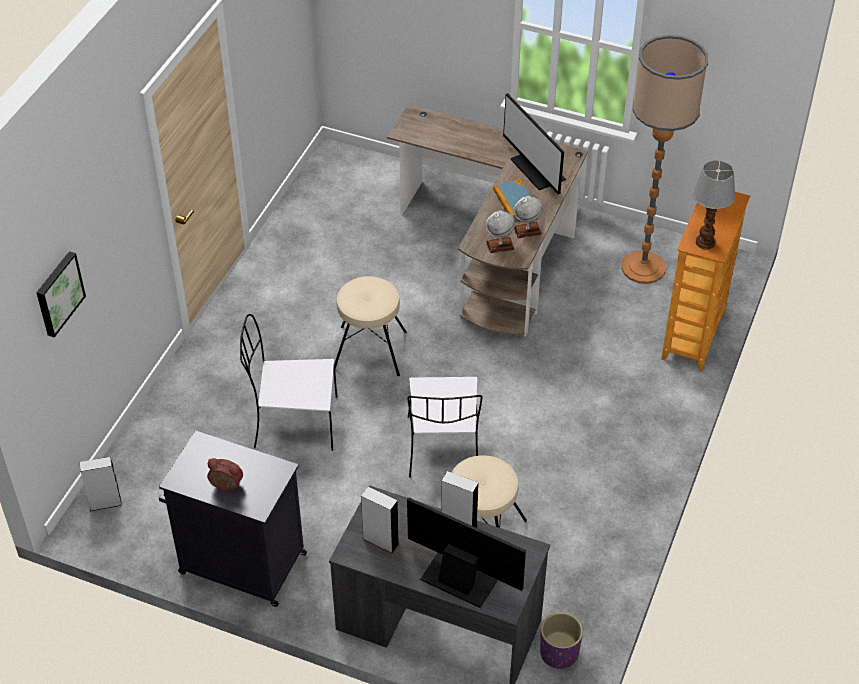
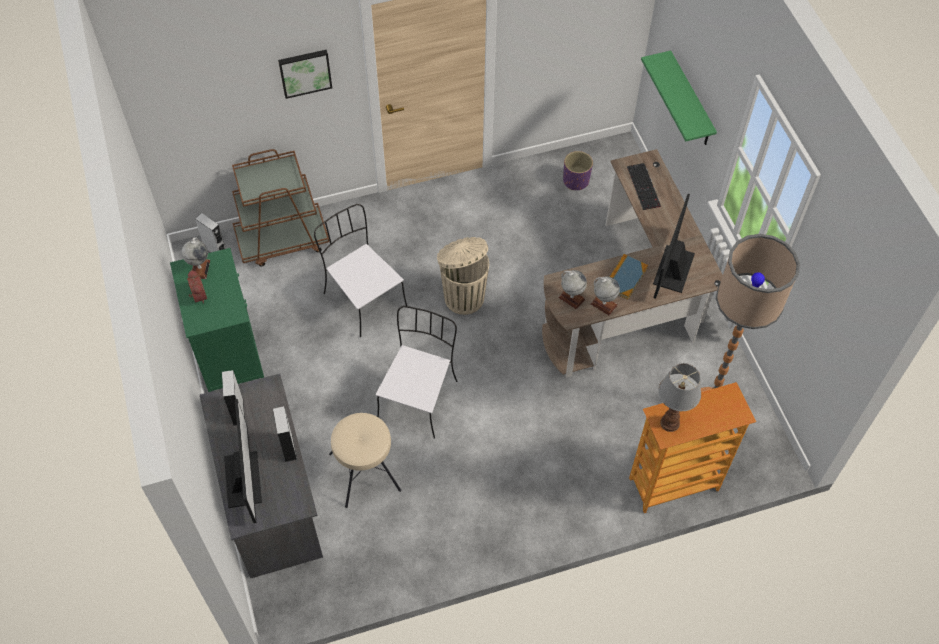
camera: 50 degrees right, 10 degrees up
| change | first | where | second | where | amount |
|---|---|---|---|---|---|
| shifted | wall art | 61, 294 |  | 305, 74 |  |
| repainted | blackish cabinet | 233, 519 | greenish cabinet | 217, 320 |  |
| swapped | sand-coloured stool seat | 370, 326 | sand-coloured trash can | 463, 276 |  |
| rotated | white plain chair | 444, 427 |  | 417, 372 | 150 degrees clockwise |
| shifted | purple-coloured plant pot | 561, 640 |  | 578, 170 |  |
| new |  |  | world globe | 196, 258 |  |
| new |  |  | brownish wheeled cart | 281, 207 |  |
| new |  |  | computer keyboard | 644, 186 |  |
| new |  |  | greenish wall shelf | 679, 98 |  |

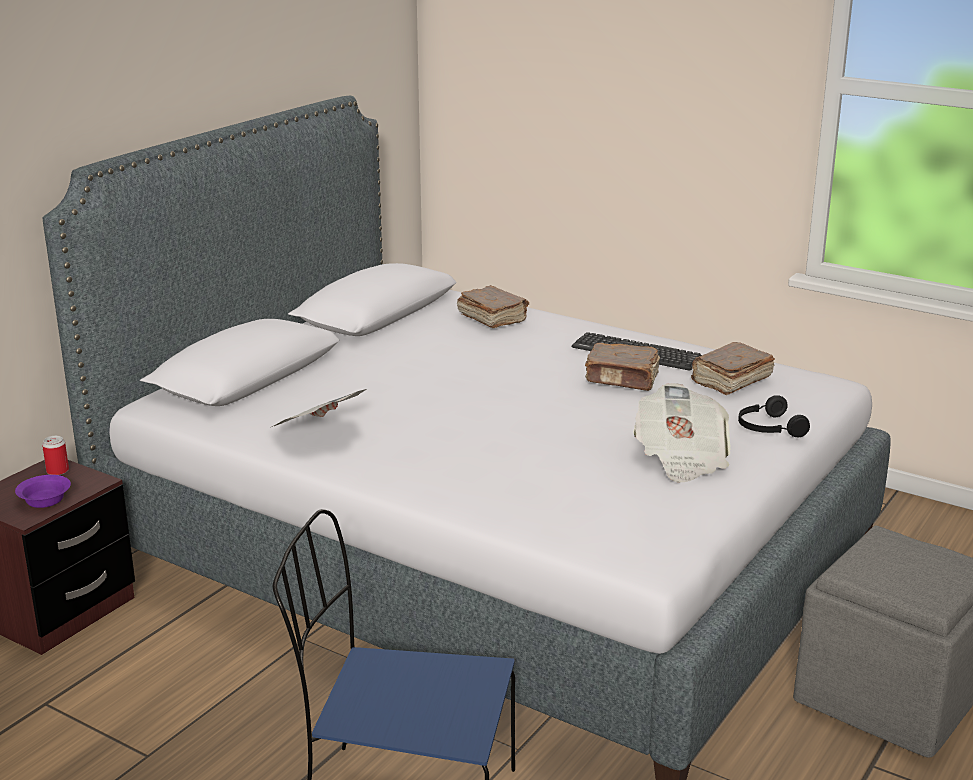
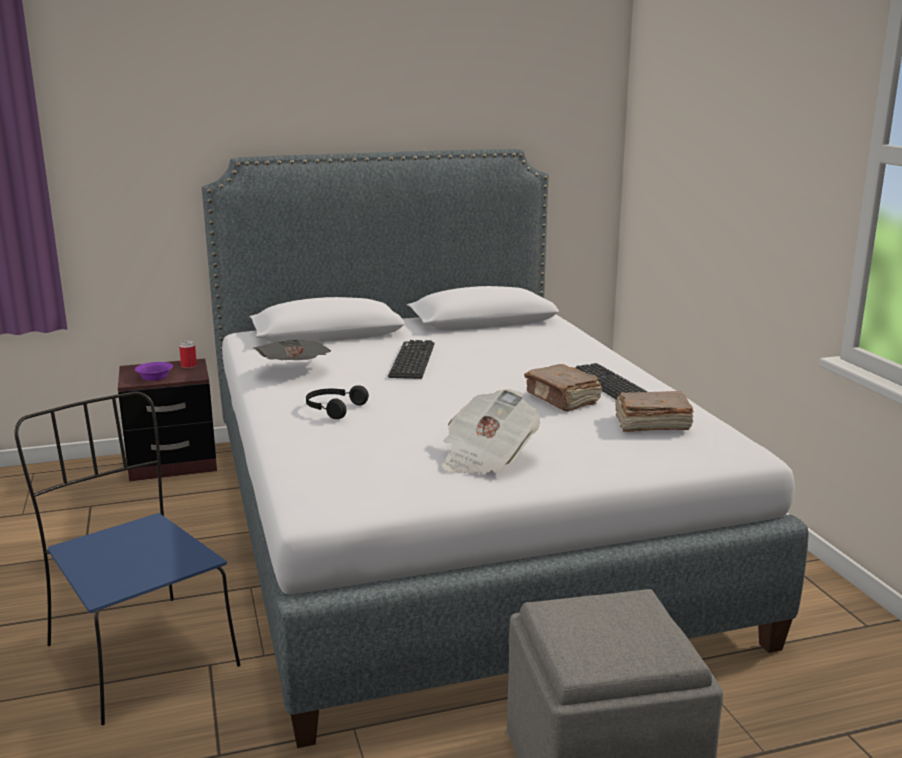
camera: 40 degrees right, 5 degrees down
| change | first | where | second | where | amount |
|---|---|---|---|---|---|
| gone | brownish volume | 493, 306 |  |  |  |
| shifted | blackish headphones | 774, 416 |  | 337, 402 |  |
| new |  |  | computer keyboard | 411, 359 |  |

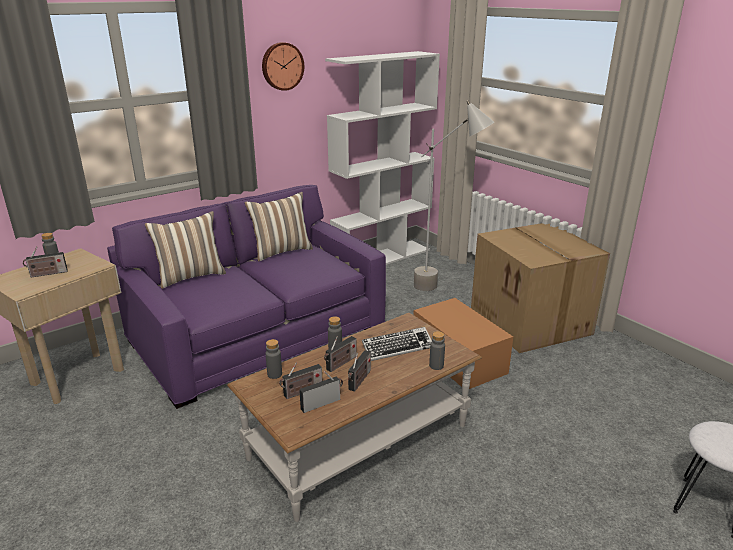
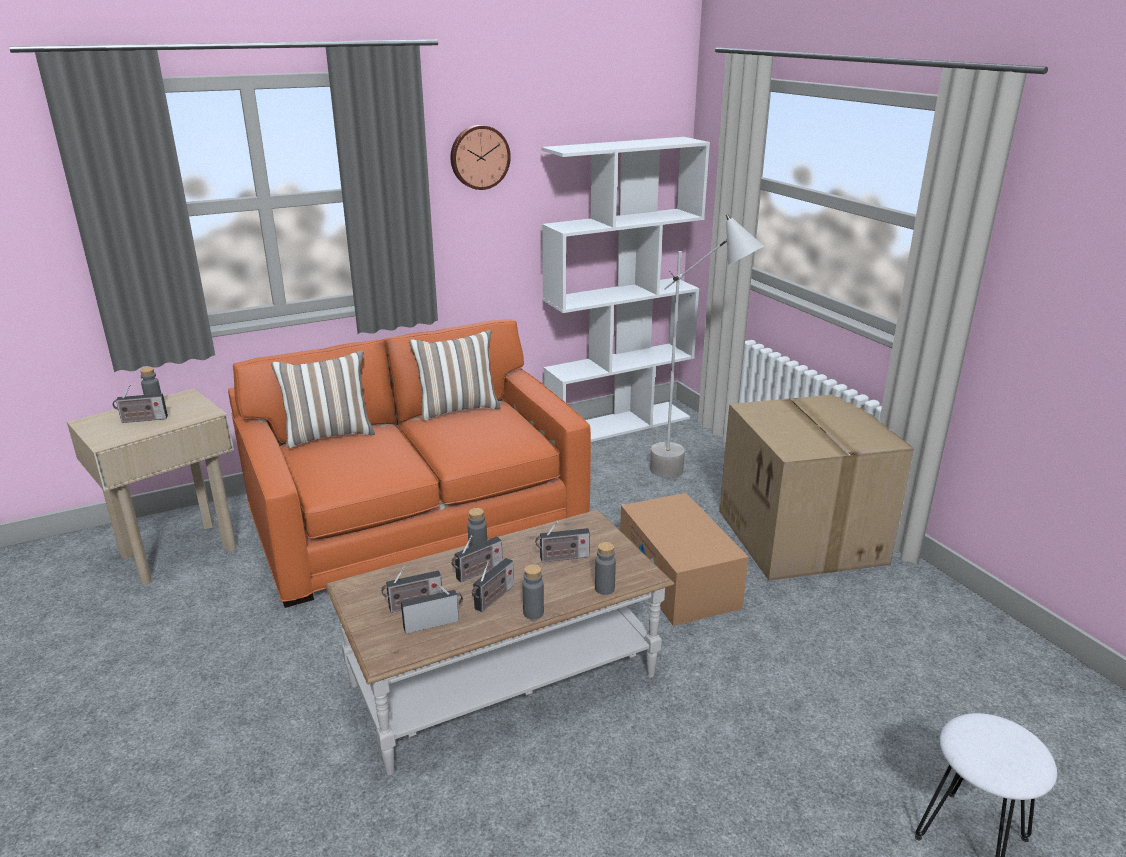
camera: 10 degrees right, 0 degrees up
| change | first | where | second | where | amount |
|---|---|---|---|---|---|
| repainted | purple-coloured settee | 246, 297 | orange-coloured settee | 409, 463 |  |
| shifted | greyish drink bottle | 274, 359 |  | 533, 591 |  |
| swapped | computer keyboard | 397, 344 | radio | 562, 541 |  |

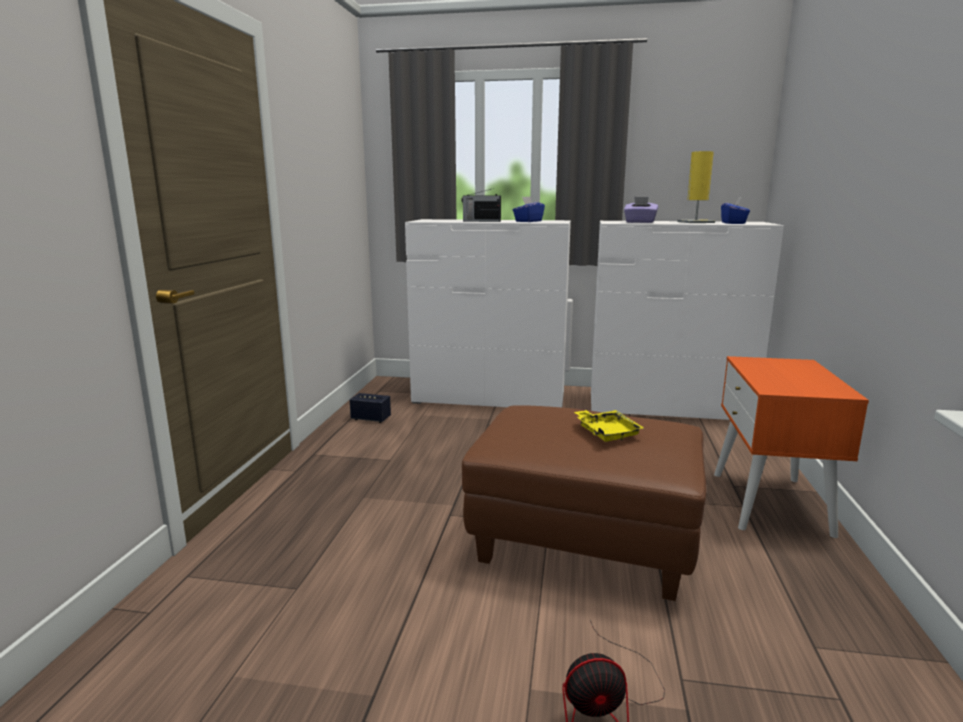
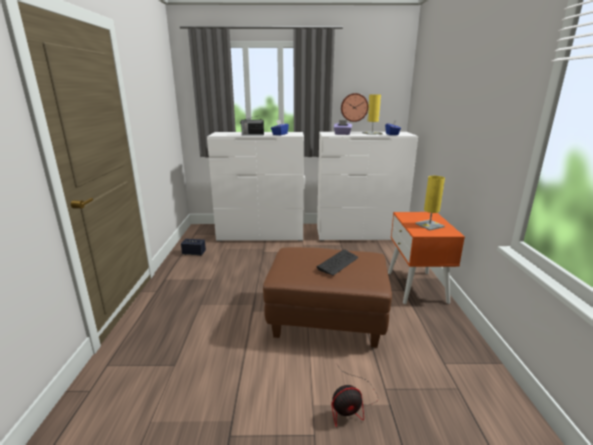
camera: 10 degrees left, 5 degrees up
| change | first | where | second | where | amount |
|---|---|---|---|---|---|
| swapped | yellow-coloured carrying tray | 609, 426 | computer keyboard | 337, 262 |  |
| new |  |  | wall clock | 354, 107 |  |
| new |  |  | yellow-coloured table lamp | 430, 203 |  |

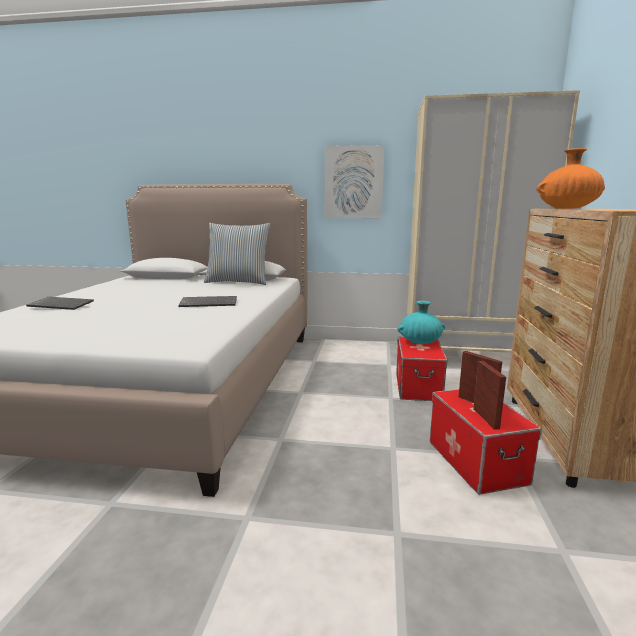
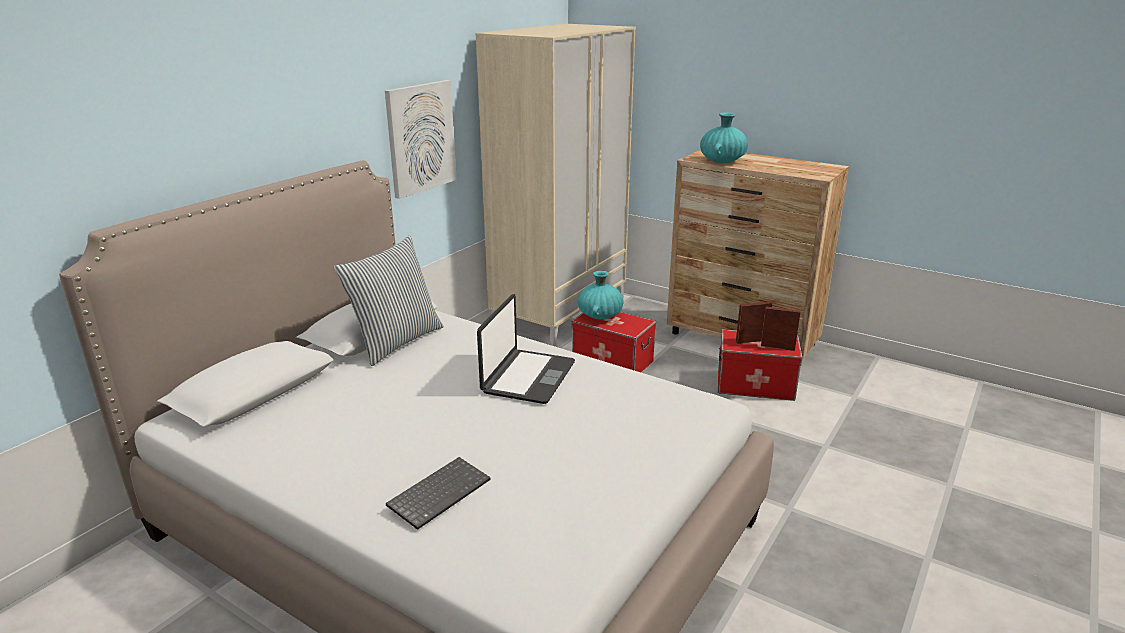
camera: 65 degrees left, 10 degrees up
| change | first | where | second | where | amount |
|---|---|---|---|---|---|
| swapped | computer keyboard | 207, 301 | portable computer | 526, 349 |  |
| repainted | orange-coloured flower vase | 570, 178 | blue-green flower vase | 724, 138 |  |

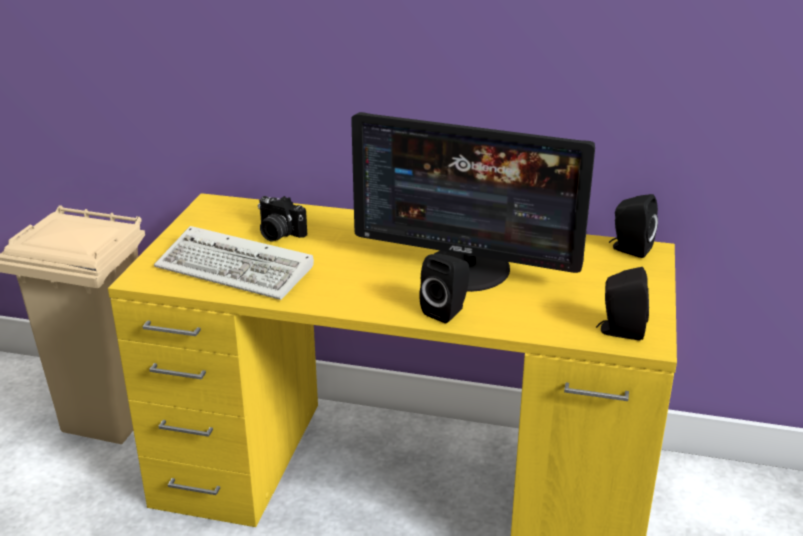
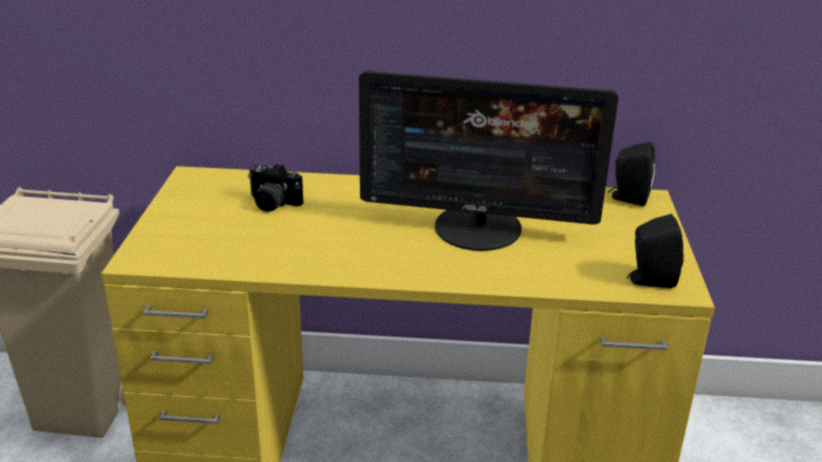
camera: 10 degrees left, 0 degrees up
| change | first | where | second | where | amount |
|---|---|---|---|---|---|
| gone | computer keyboard | 234, 263 |  |  |  |
| gone | blackish speaker | 444, 288 |  |  |  |

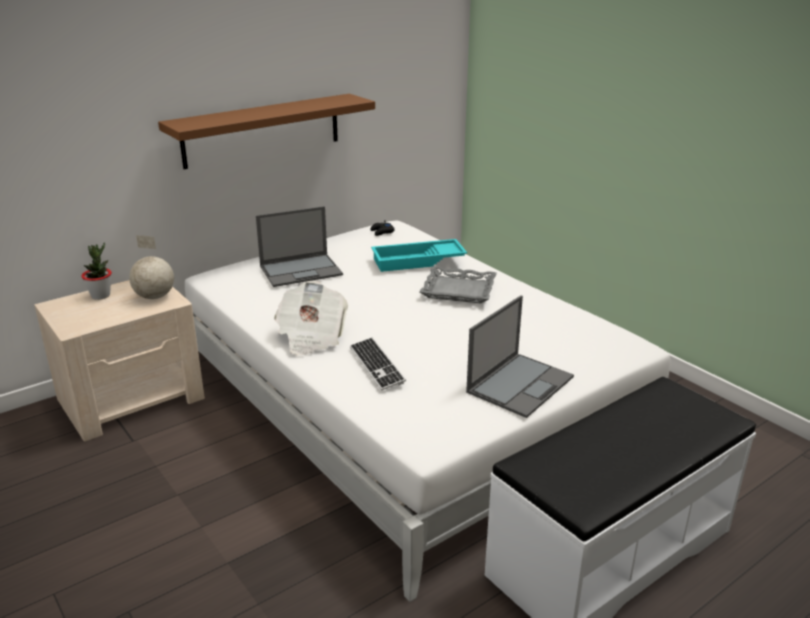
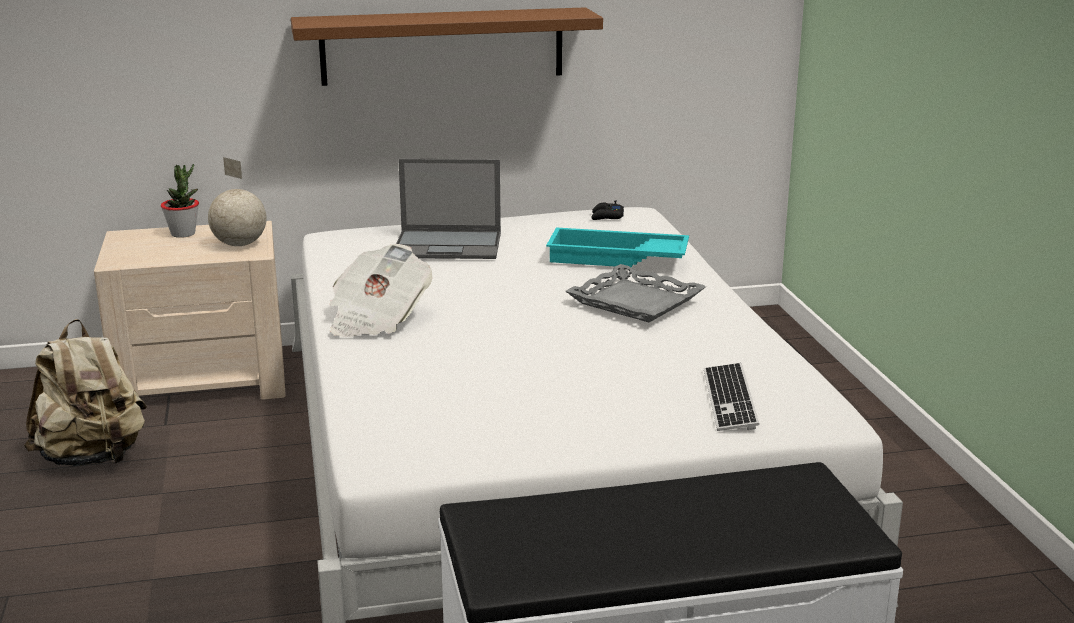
camera: 25 degrees right, 5 degrees down
| change | first | where | second | where | amount |
|---|---|---|---|---|---|
| shifted | computer keyboard | 378, 363 |  | 732, 397 |  |
| gone | portable computer | 520, 356 |  |  |  |
| new |  |  | sand-coloured rucksack | 85, 392 |  |

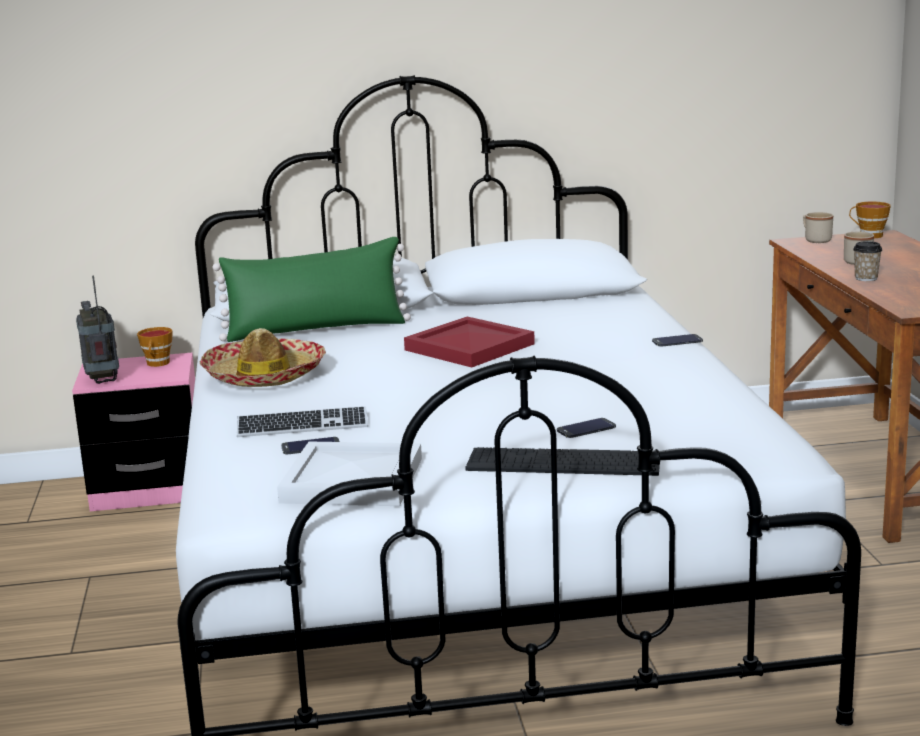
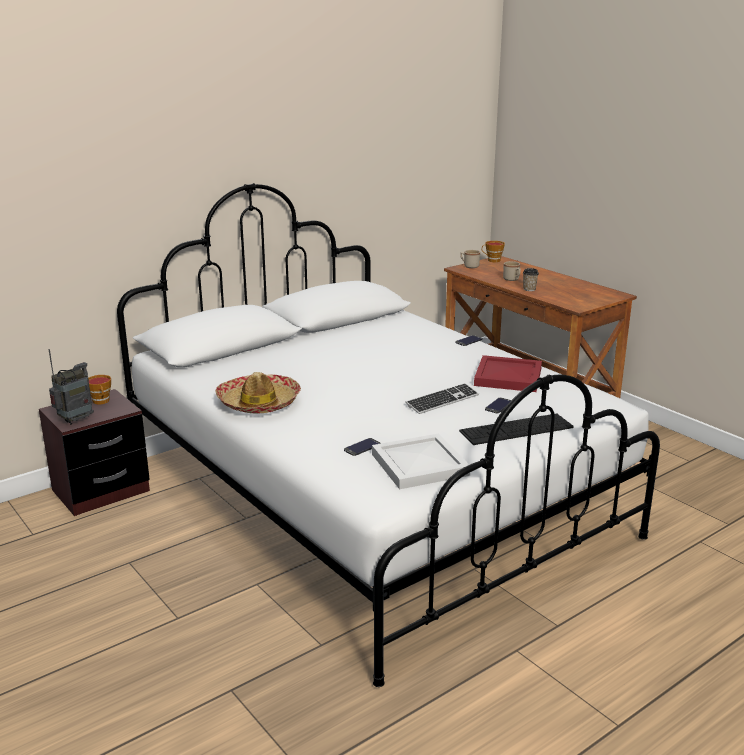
camera: 30 degrees left, 5 degrees up
| change | first | where | second | where | amount |
|---|---|---|---|---|---|
| repainted | pink bedside table | 133, 432 | brownish bedside table | 94, 452 |  |
| rotated | radio | 97, 330 |  | 71, 387 | 90 degrees clockwise |
| gone | greenish pillow | 311, 289 |  |  |  |
| shifted | computer keyboard | 302, 421 |  | 442, 398 |  |
| shifted | reddish carrying tray | 469, 342 |  | 508, 373 |  |

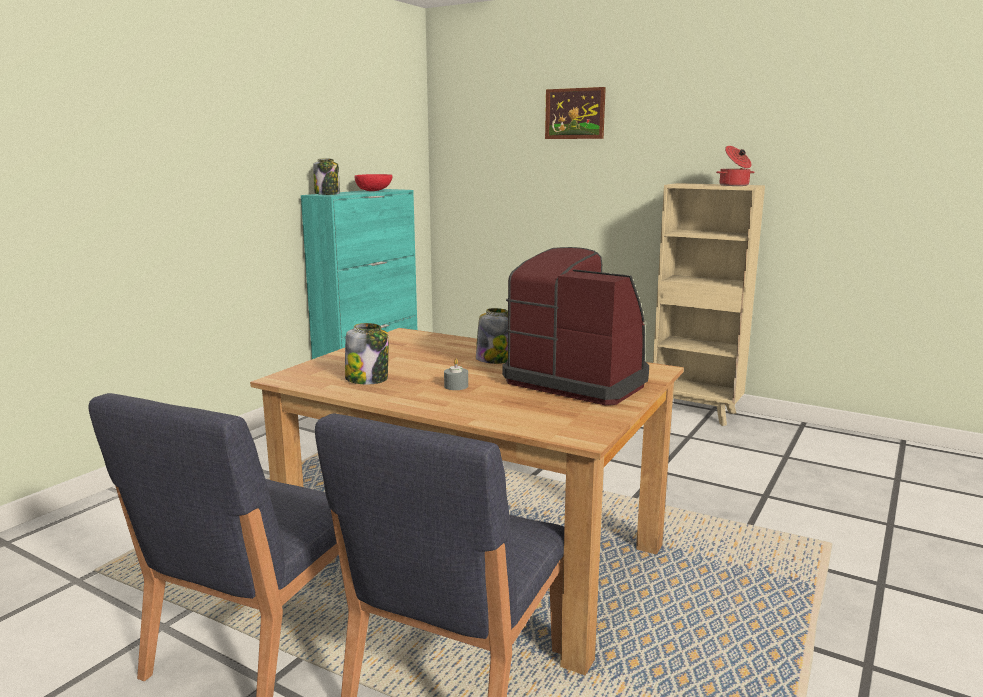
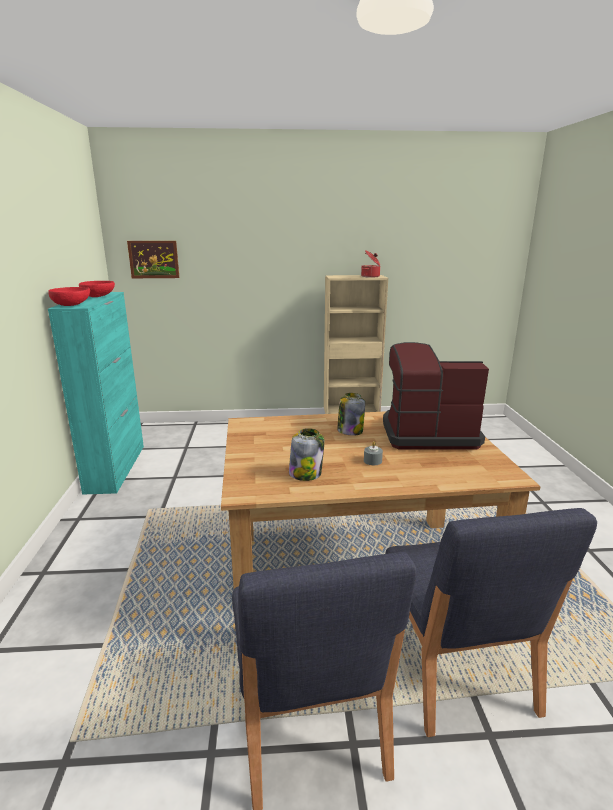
camera: 35 degrees left, 5 degrees up
| change | first | where | second | where | amount |
|---|---|---|---|---|---|
| swapped | storage jar | 326, 176 | reddish bowl | 69, 296 |  |
| shifted | wall art | 575, 113 |  | 153, 259 |  |

